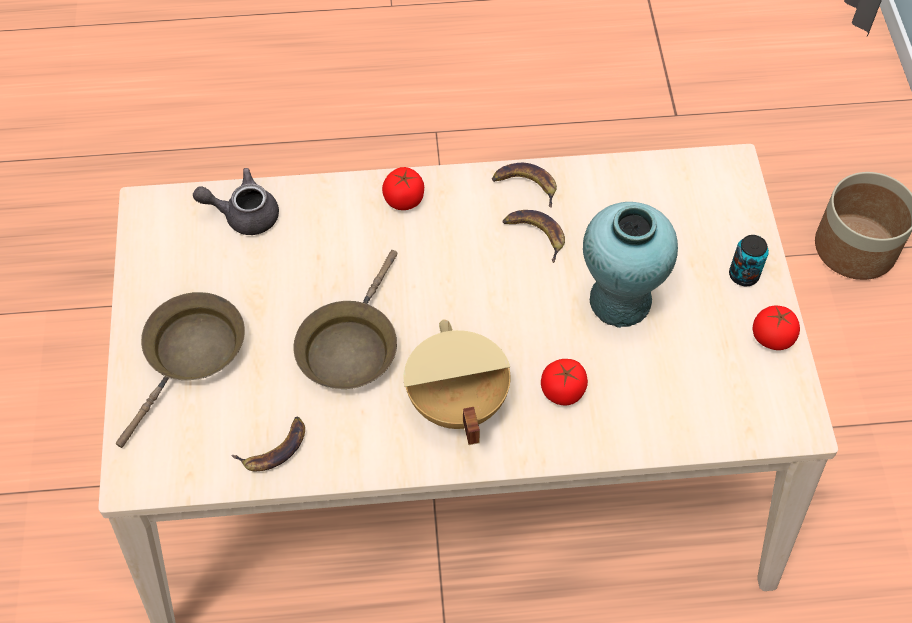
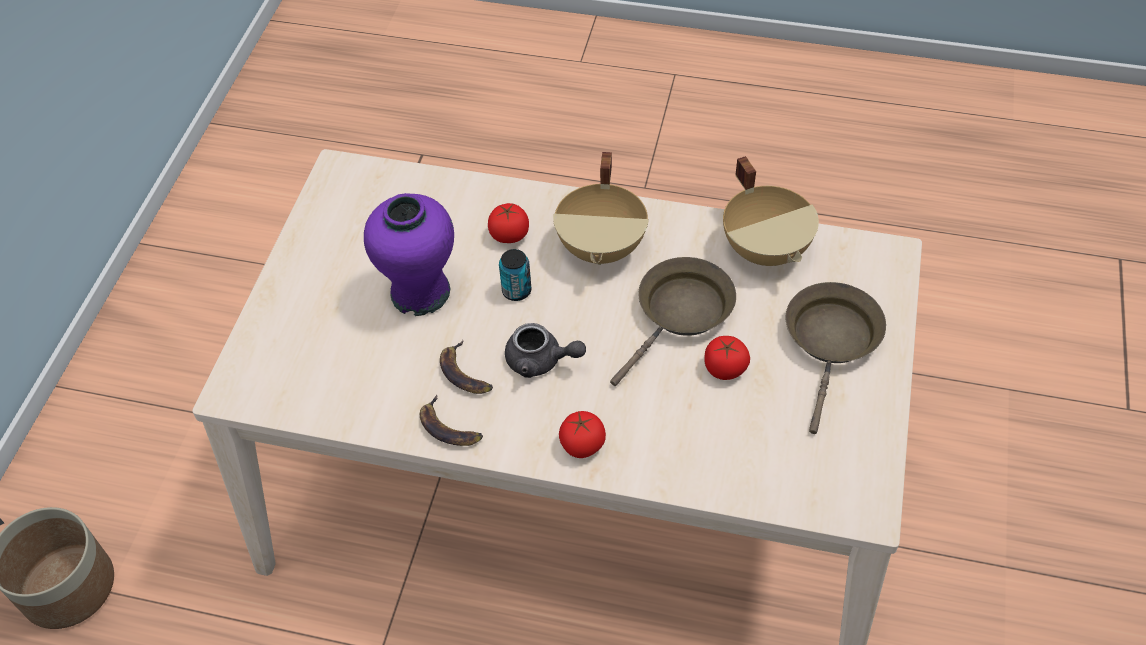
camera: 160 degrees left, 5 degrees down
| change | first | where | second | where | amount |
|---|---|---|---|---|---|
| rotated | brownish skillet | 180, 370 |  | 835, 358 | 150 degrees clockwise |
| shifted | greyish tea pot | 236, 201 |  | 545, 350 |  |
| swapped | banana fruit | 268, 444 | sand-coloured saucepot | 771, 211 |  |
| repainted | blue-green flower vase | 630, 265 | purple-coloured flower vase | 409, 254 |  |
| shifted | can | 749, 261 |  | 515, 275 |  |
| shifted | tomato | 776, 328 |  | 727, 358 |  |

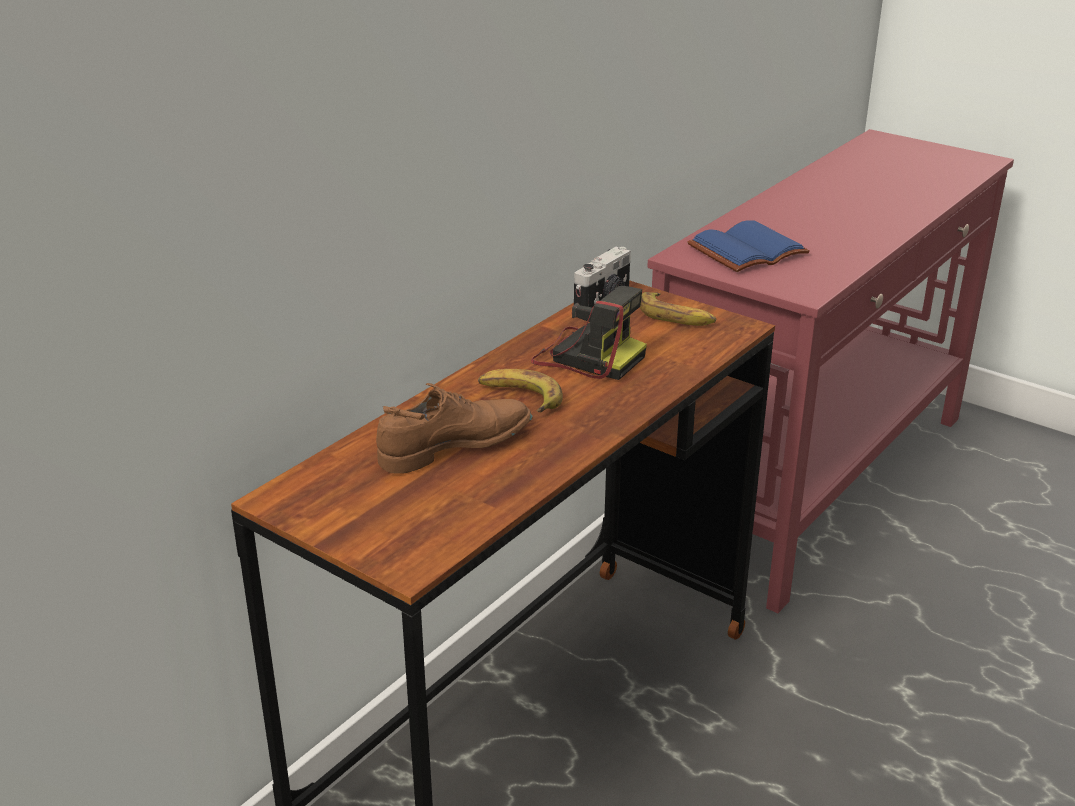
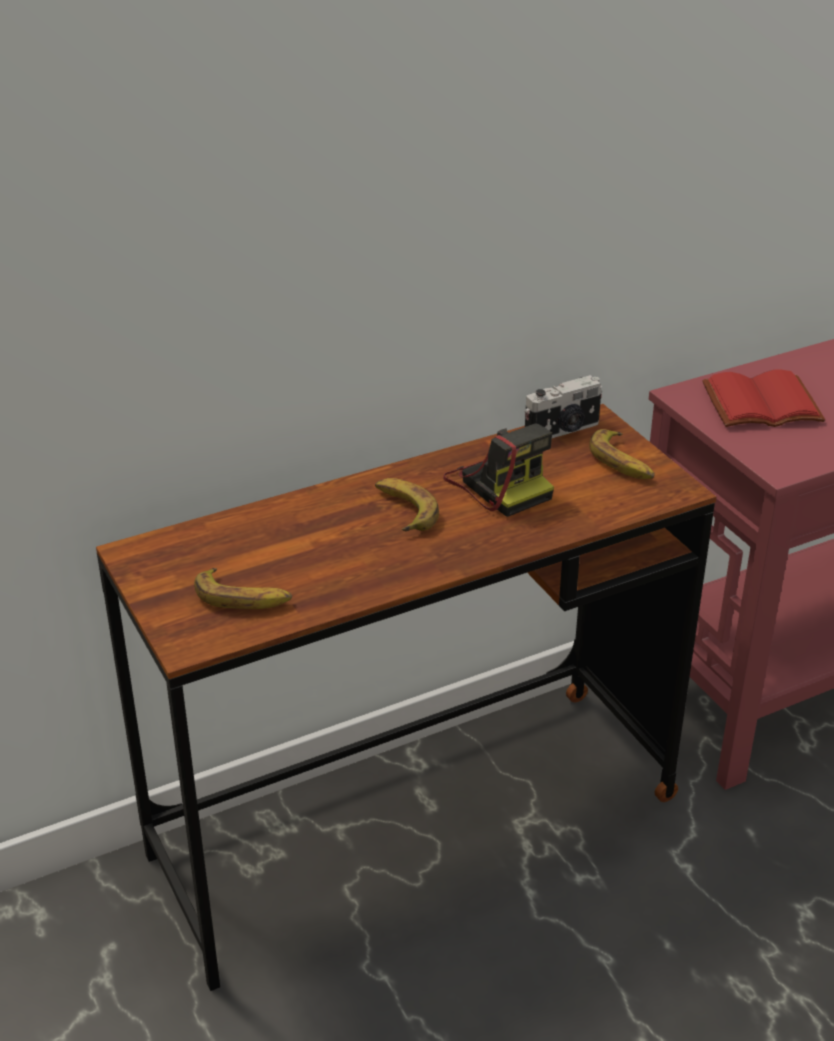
camera: 25 degrees right, 5 degrees up
| change | first | where | second | where | amount |
|---|---|---|---|---|---|
| gone | brownish shoe | 454, 428 |  |  |  |
| repainted | blue volume | 748, 246 | reddish volume | 763, 398 |  |
| new |  |  | banana fruit | 243, 588 |  |

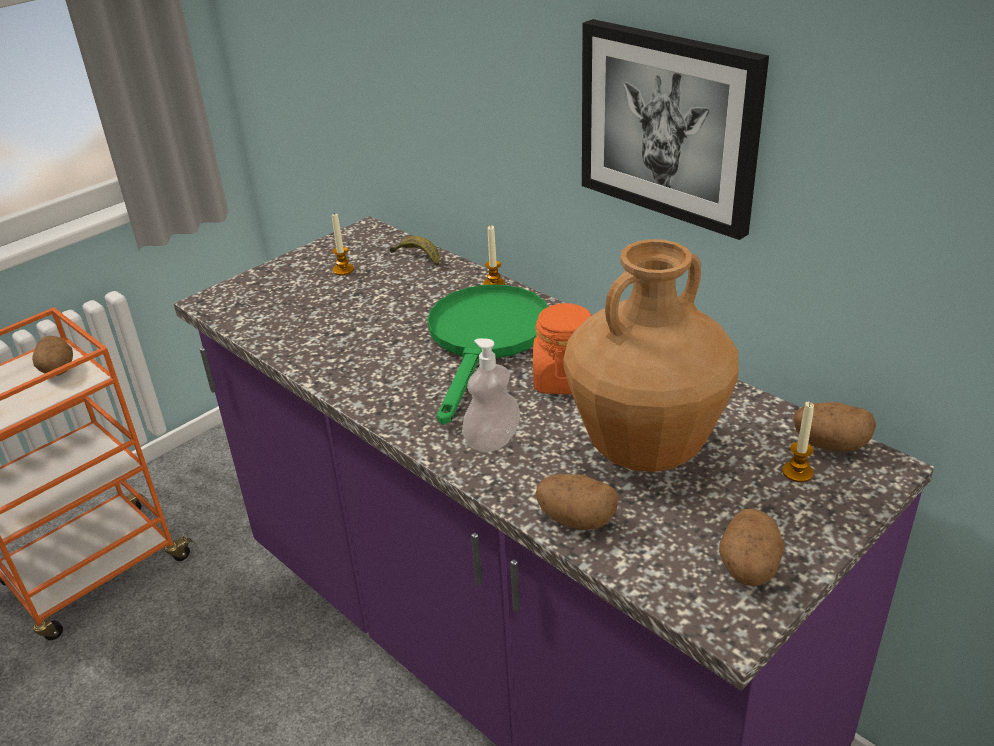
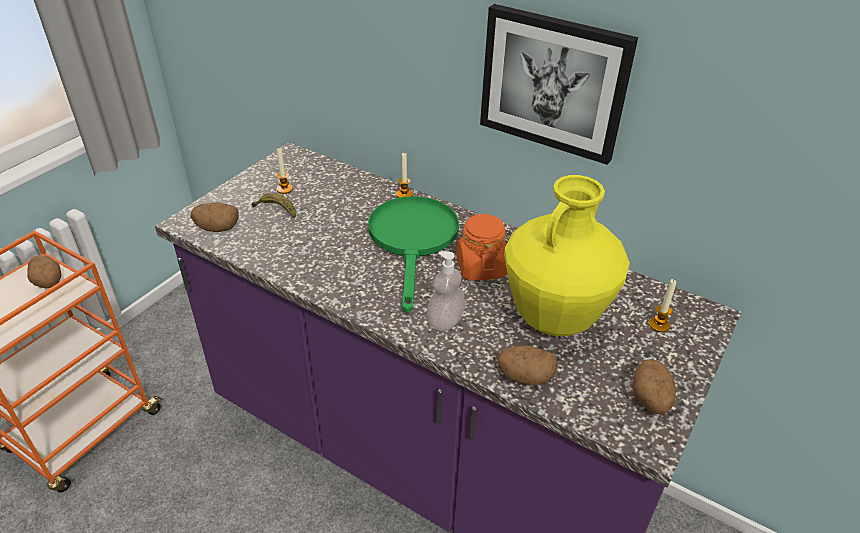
camera: 15 degrees left, 5 degrees up
| change | first | where | second | where | amount |
|---|---|---|---|---|---|
| shifted | banana fruit | 415, 251 |  | 274, 205 |  |
| repainted | brownish flower vase | 651, 355 | yellow-coloured flower vase | 567, 255 |  |
| shifted | whole potato | 834, 427 |  | 214, 217 |  |

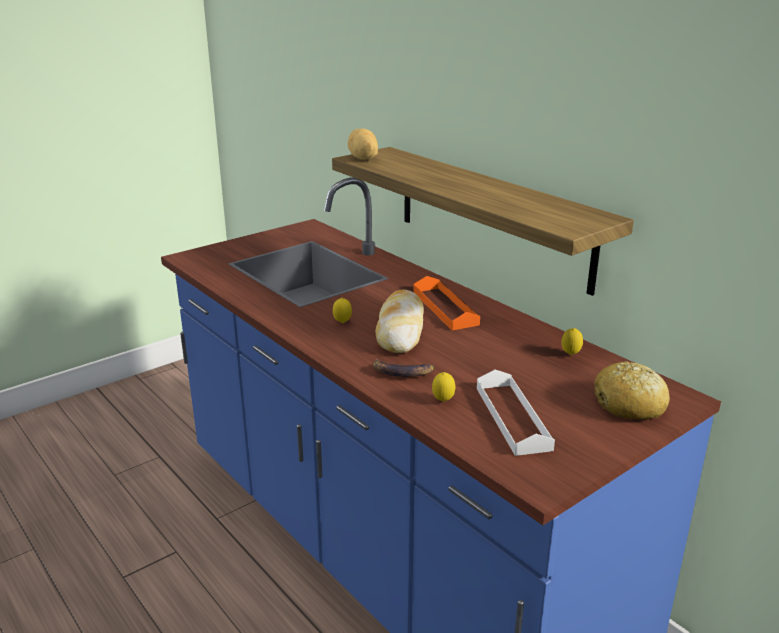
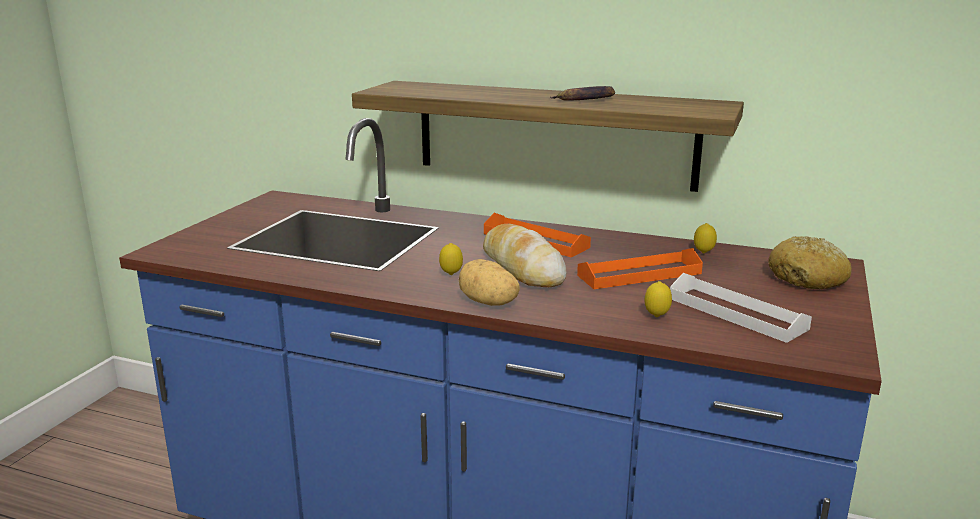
camera: 30 degrees left, 5 degrees down
| change | first | where | second | where | amount |
|---|---|---|---|---|---|
| shifted | whole potato | 363, 144 |  | 489, 282 |  |
| shifted | banana fruit | 403, 368 |  | 582, 93 |  |
| new |  |  | orange-coloured carrying tray | 640, 268 |  |

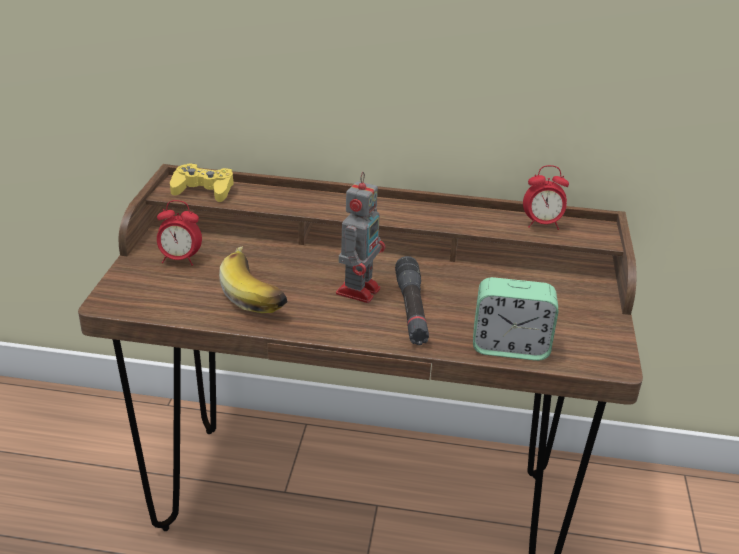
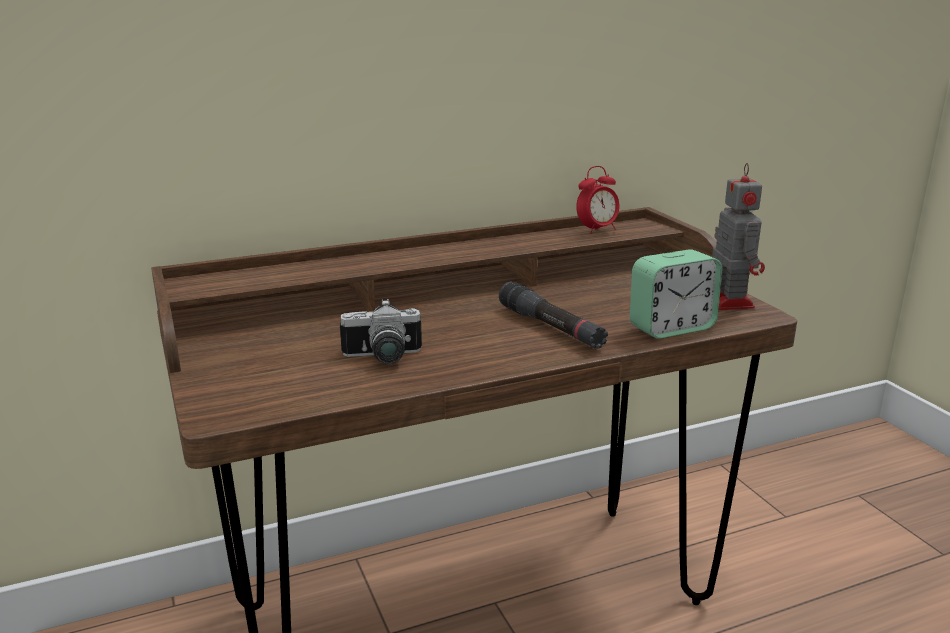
camera: 30 degrees left, 10 degrees down
| change | first | where | second | where | amount |
|---|---|---|---|---|---|
| gone | bedside clock | 179, 233 |  |  |  |
| gone | yellow-coloured gamepad | 202, 182 |  |  |  |
| swapped | banana fruit | 253, 279 | photo camera | 381, 331 |  |
| shifted | robot figure | 360, 237 |  | 738, 236 |  |

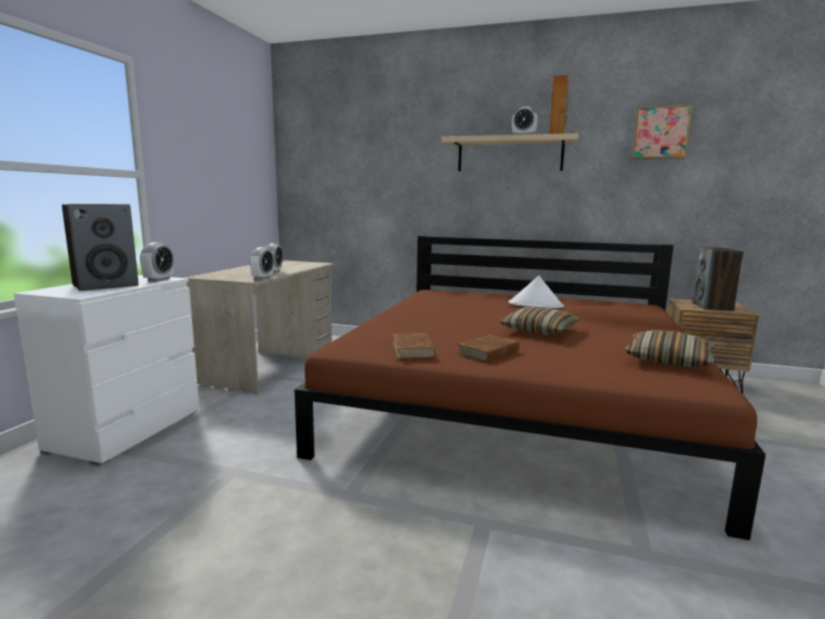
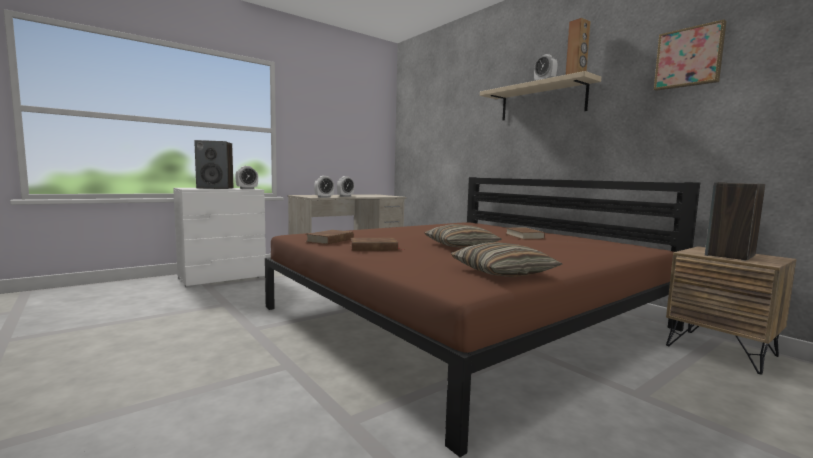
camera: 35 degrees right, 5 degrees down
| change | first | where | second | where | amount |
|---|---|---|---|---|---|
| swapped | white clothing hat | 536, 291 | brownish volume | 525, 233 |  |

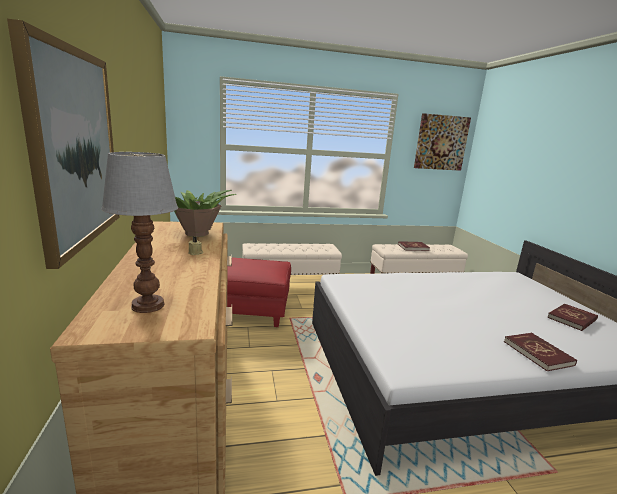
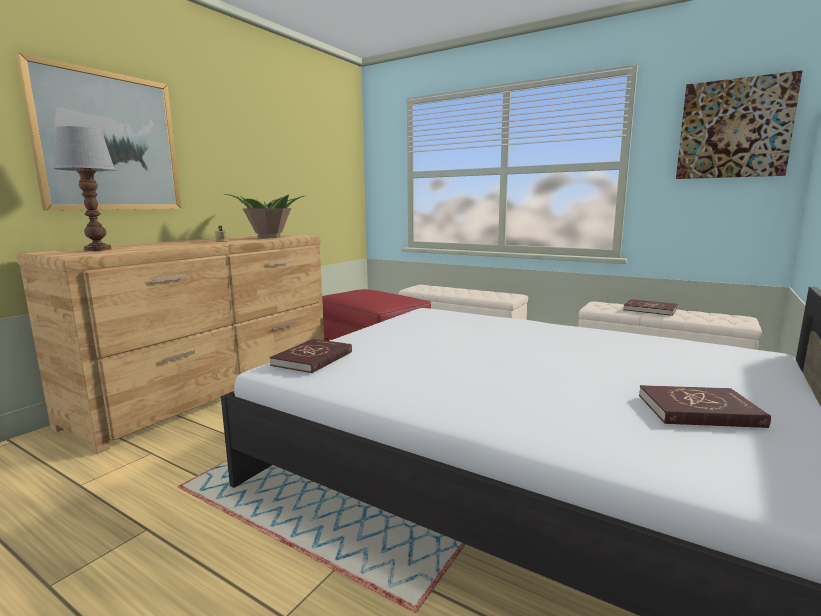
camera: 45 degrees right, 5 degrees down
| change | first | where | second | where | amount |
|---|---|---|---|---|---|
| shifted | reddish volume | 540, 352 |  | 310, 356 |  |

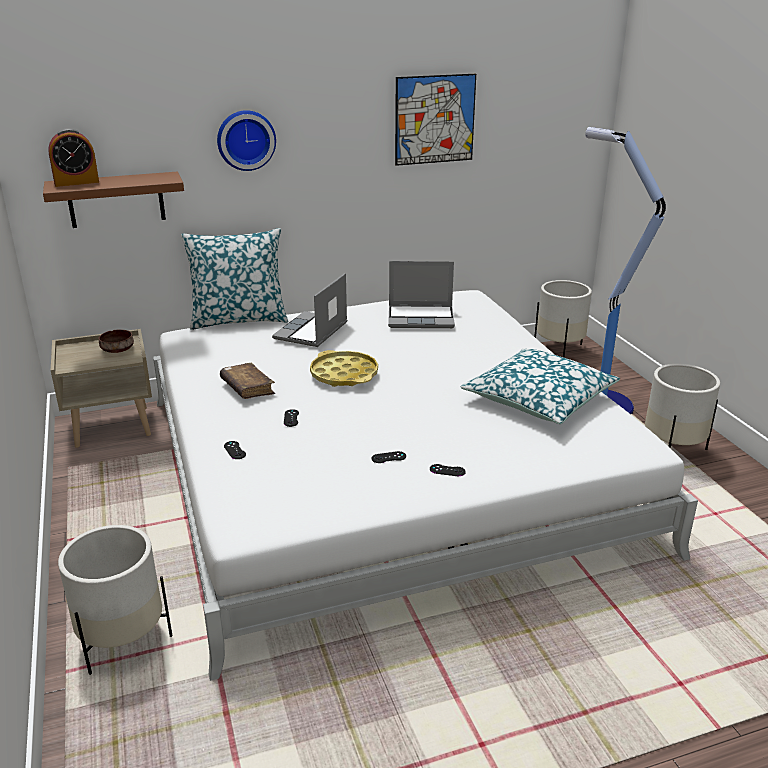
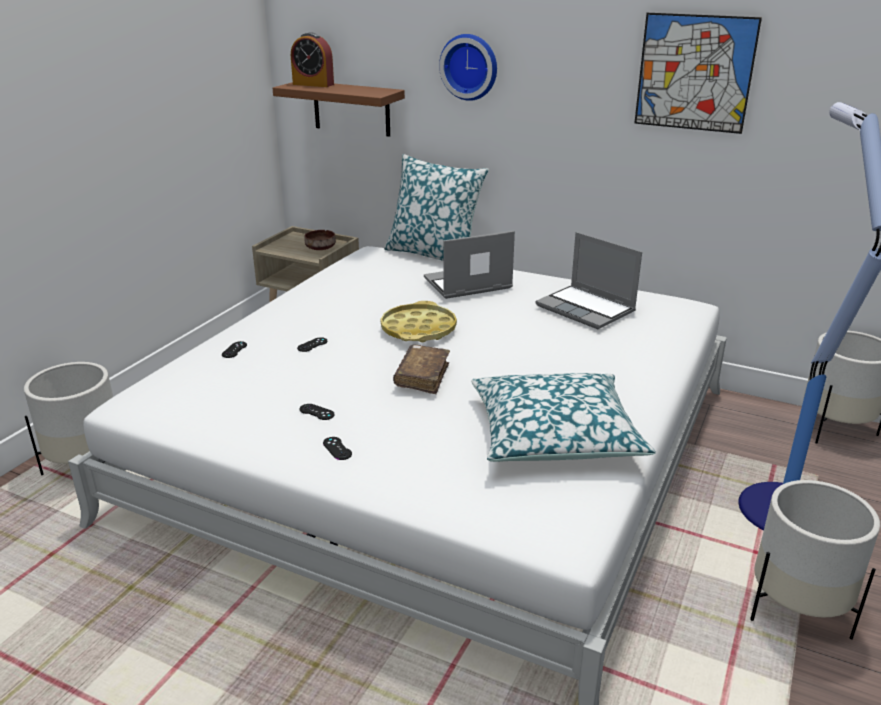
camera: 45 degrees right, 0 degrees up
| change | first | where | second | where | amount |
|---|---|---|---|---|---|
| shifted | brownish volume | 247, 381 |  | 421, 369 |  |

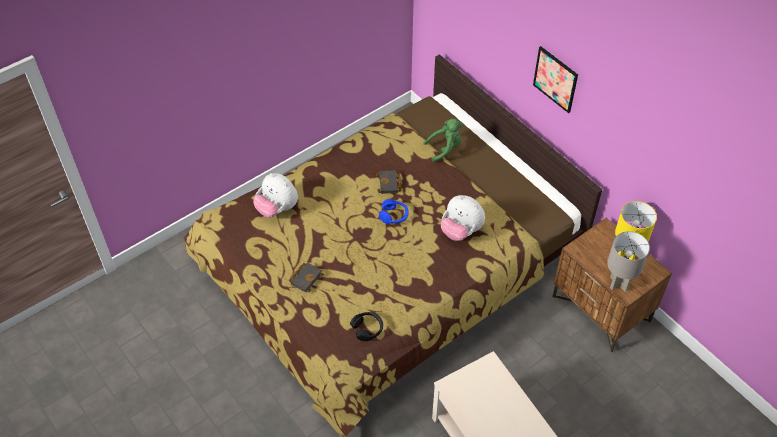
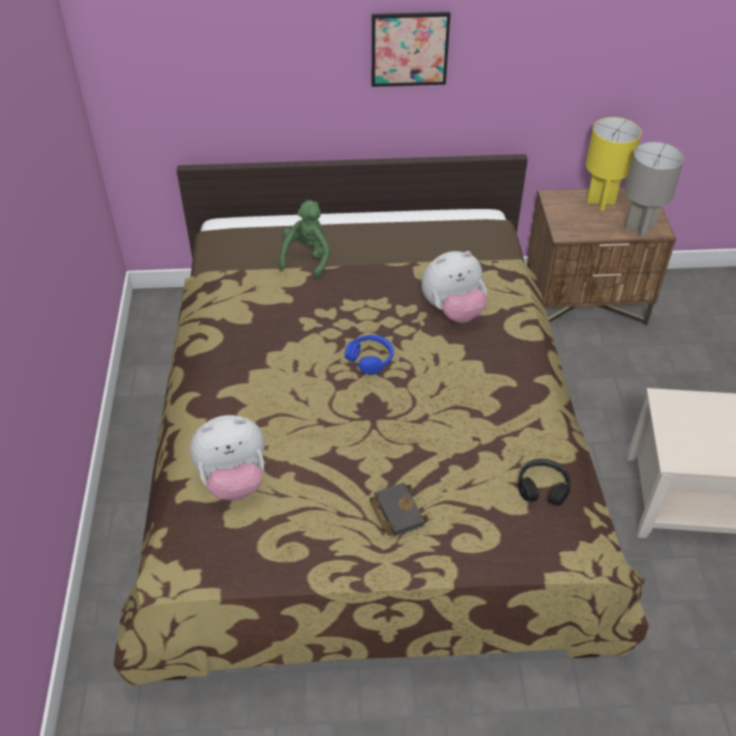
camera: 55 degrees left, 5 degrees down
| change | first | where | second | where | amount |
|---|---|---|---|---|---|
| gone | blackish volume | 389, 182 |  |  |  |

